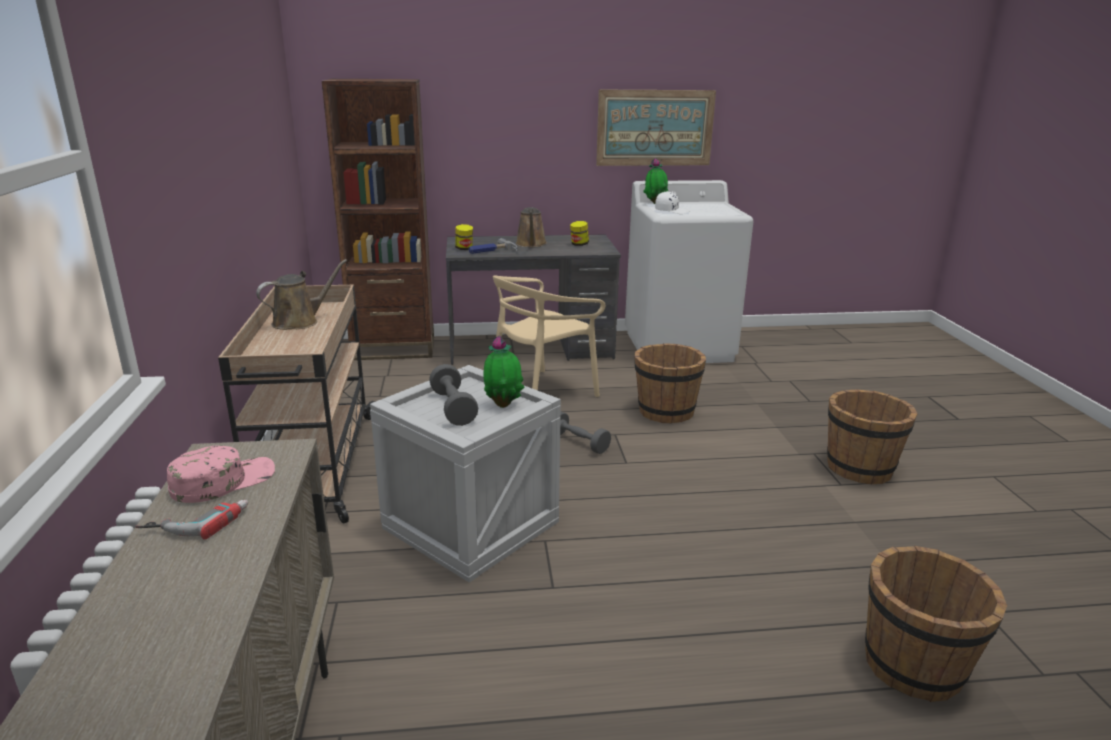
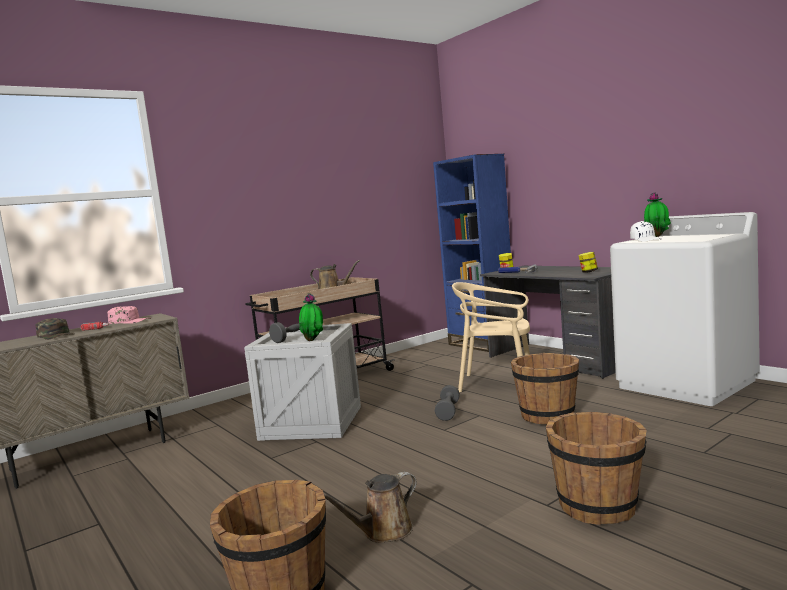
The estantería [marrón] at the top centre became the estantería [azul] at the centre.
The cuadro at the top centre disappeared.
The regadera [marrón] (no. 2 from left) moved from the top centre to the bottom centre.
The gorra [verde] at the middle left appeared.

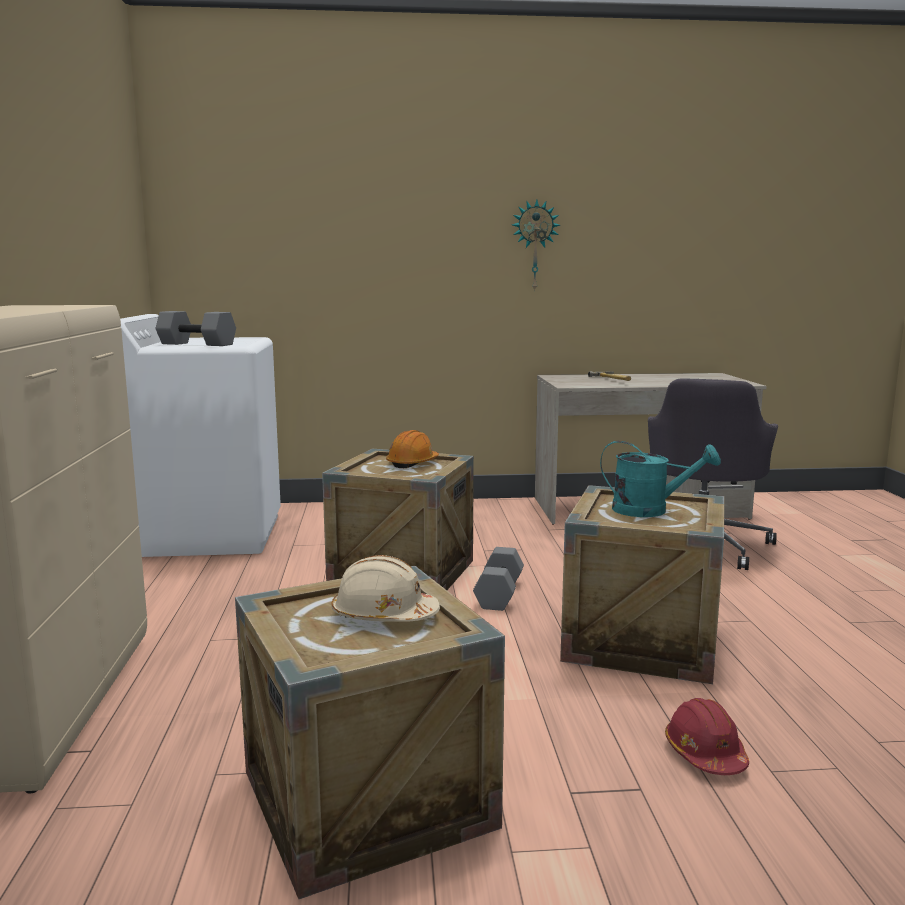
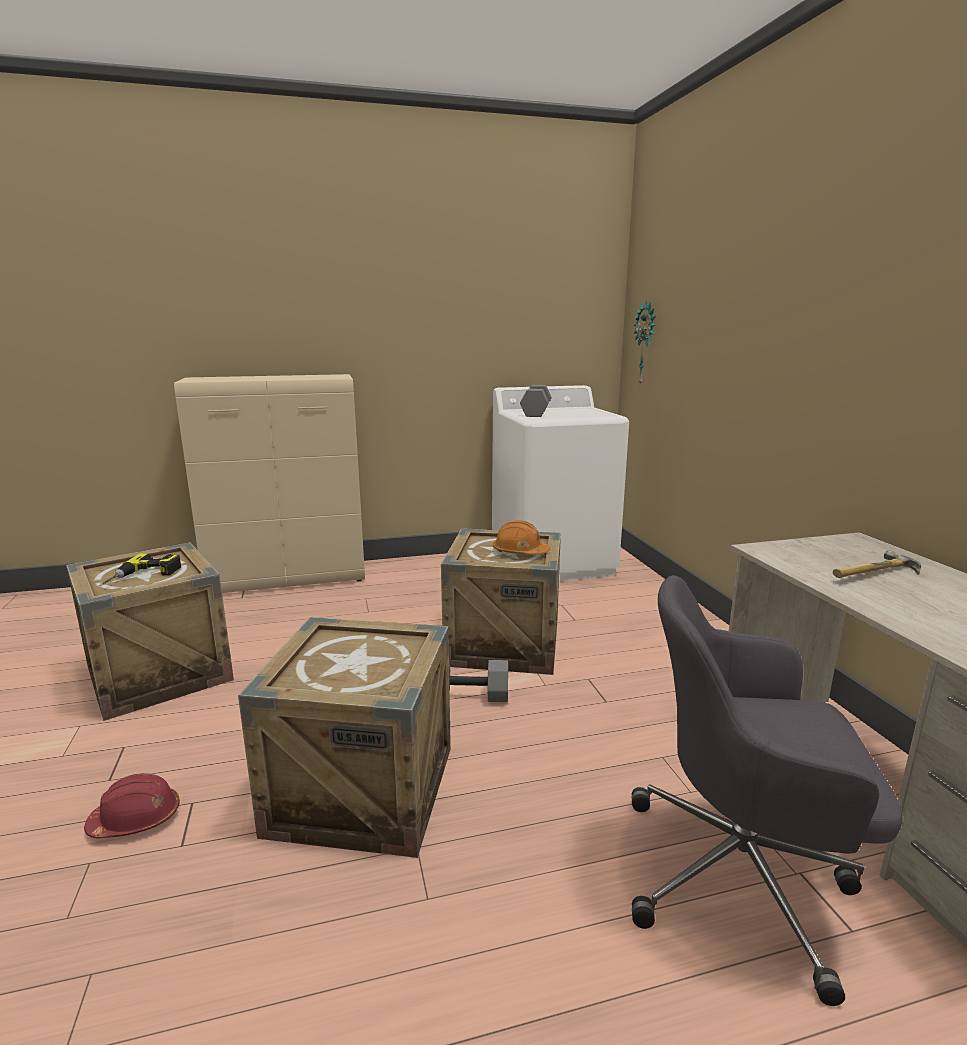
The reloj de pared moved from the top centre to the top right.
The regadera [turquesa] at the middle right disappeared.
The casco [beis] at the centre was replaced by the taladro at the middle left.

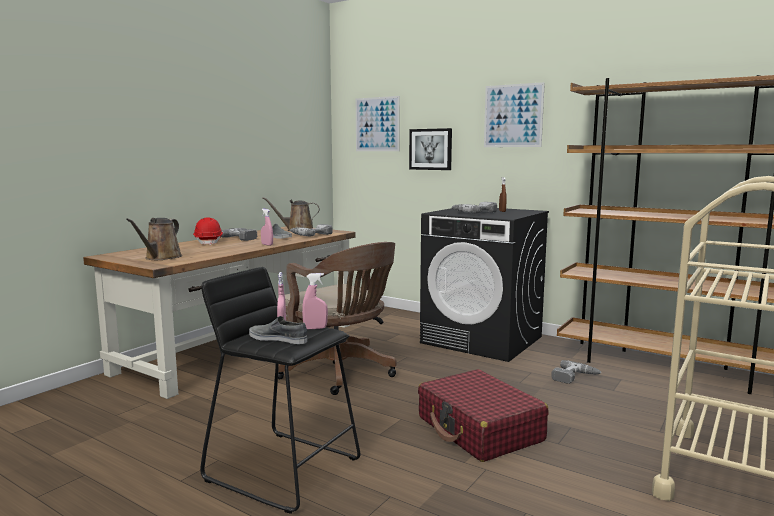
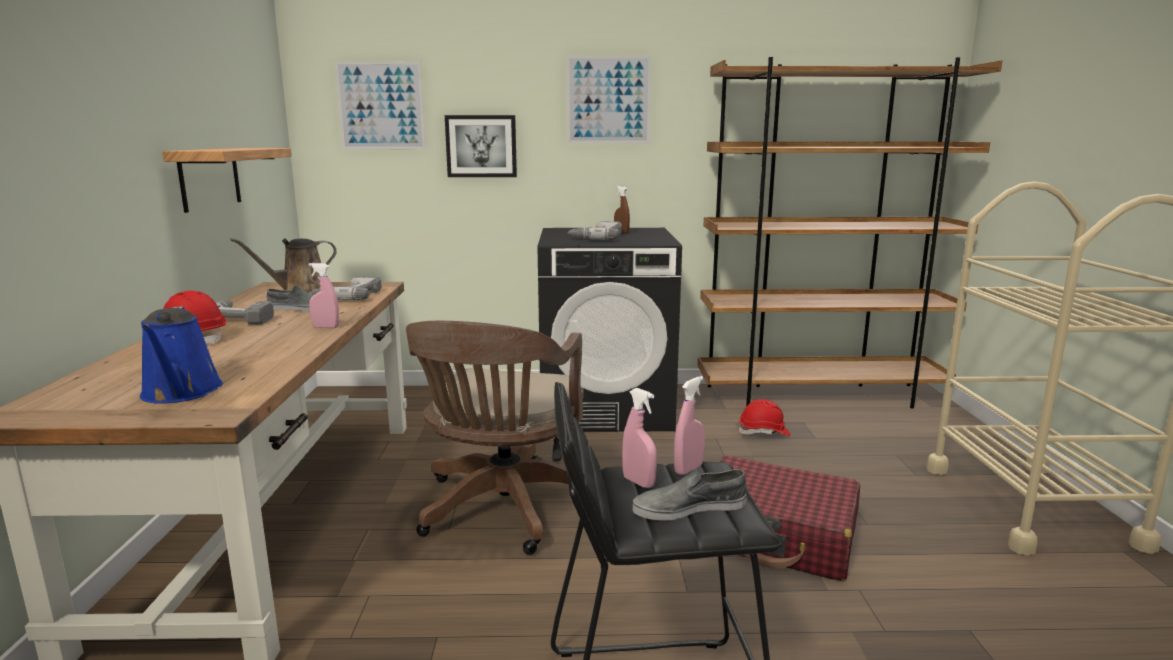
The regadera [marrón] (no. 1 from left) at the middle left became the regadera [azul] at the middle left.
The silla de oficina [marrón] at the centre turned 90 degrees clockwise.
The taladro (no. 4 from left) at the bottom right was replaced by the casco [rojo] (no. 2 from left) at the centre.
The estante at the top left appeared.

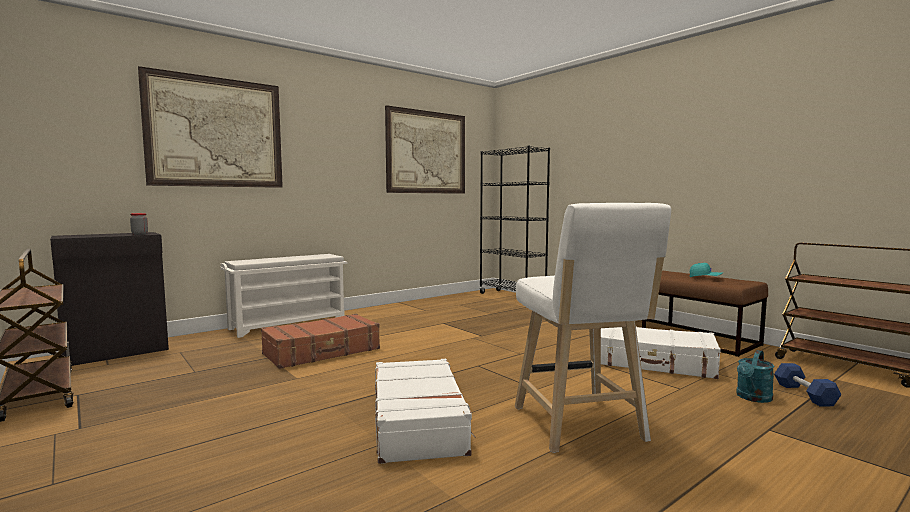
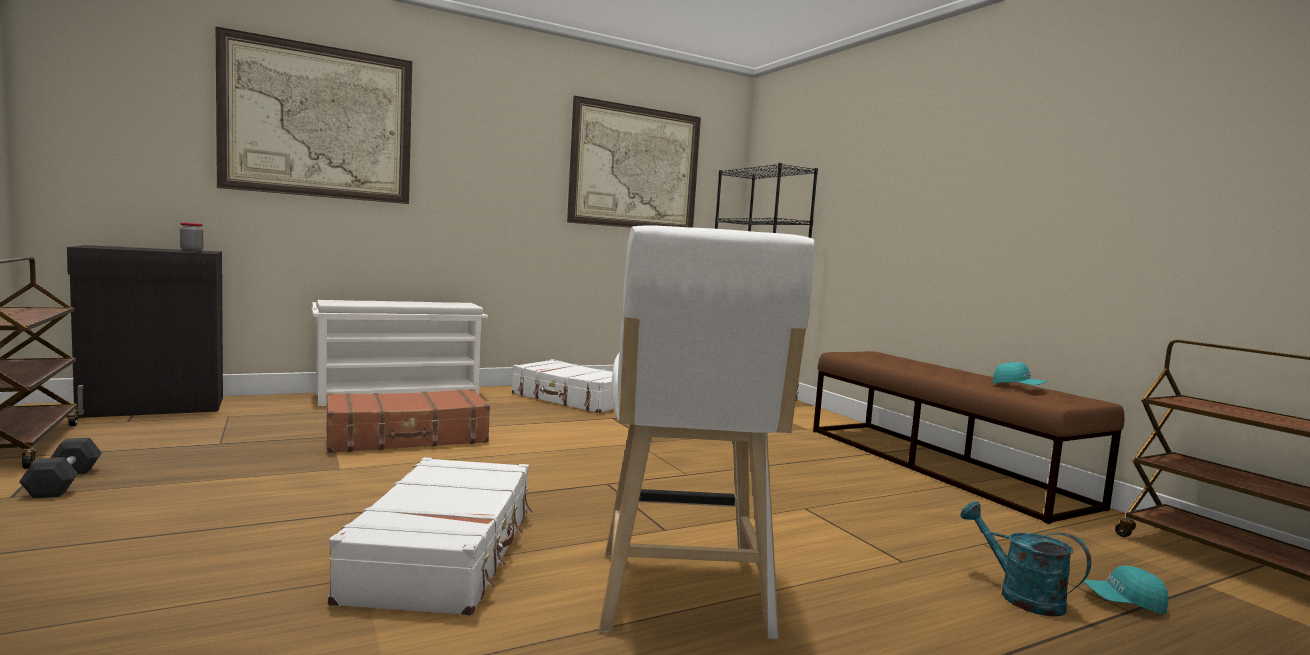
The maleta [blanco] (no. 2 from left) moved from the bottom right to the centre.
The regadera [turquesa] at the bottom right turned 90 degrees clockwise.
The mancuerna [azul] at the bottom right was replaced by the gorra [turquesa] (no. 2 from left) at the bottom right.
The mancuerna [negro] at the bottom left appeared.

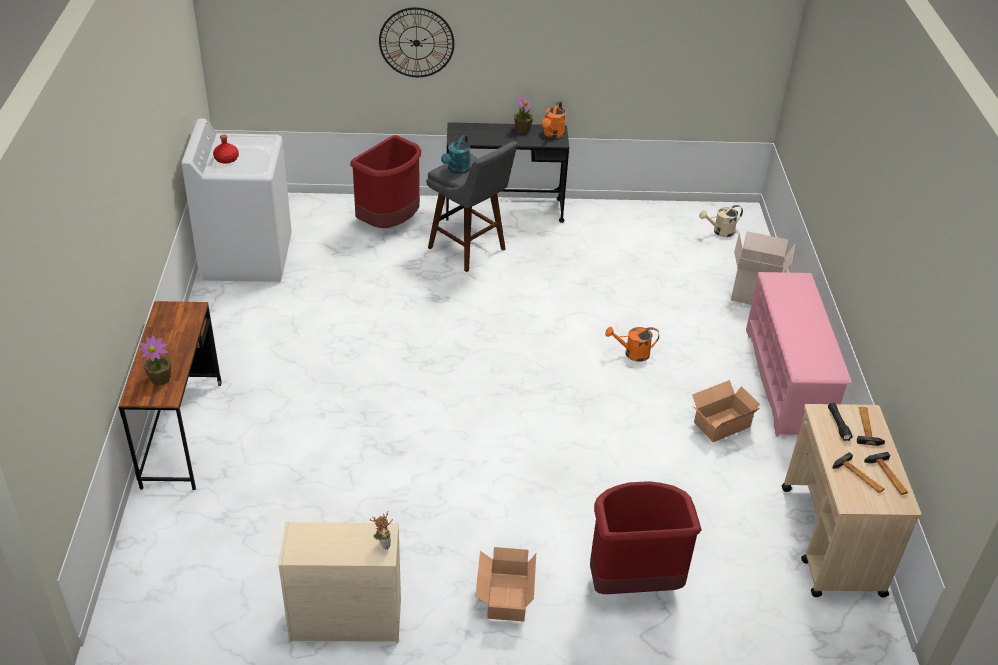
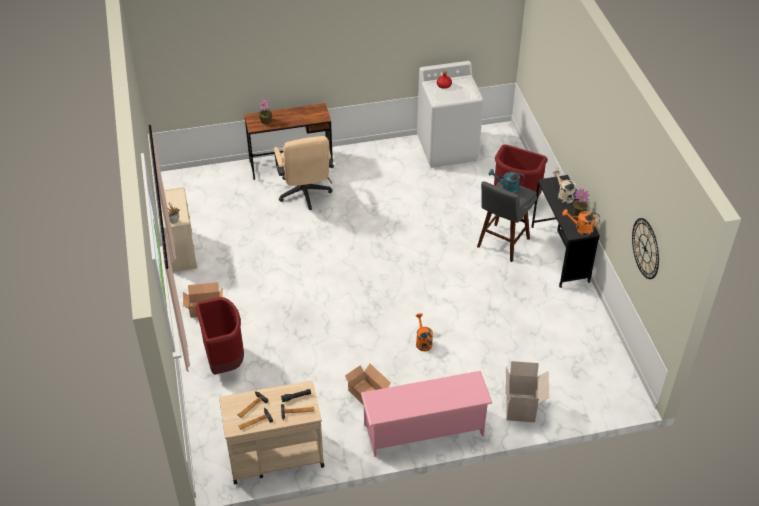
The reloj de pared moved from the top centre to the middle right.
The regadera [beis] moved from the top right to the middle right.
The silla de oficina [beis] at the centre appeared.

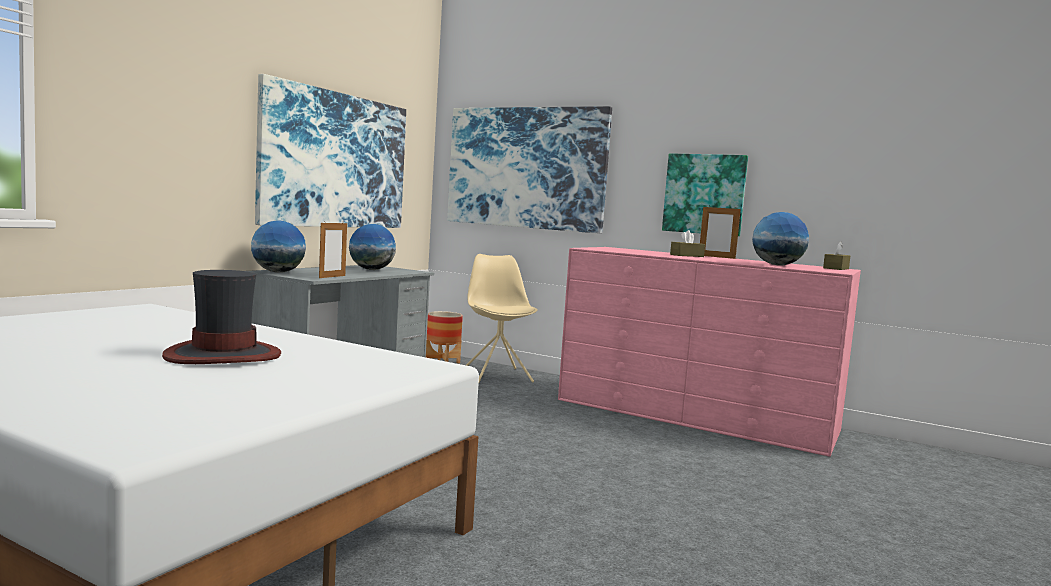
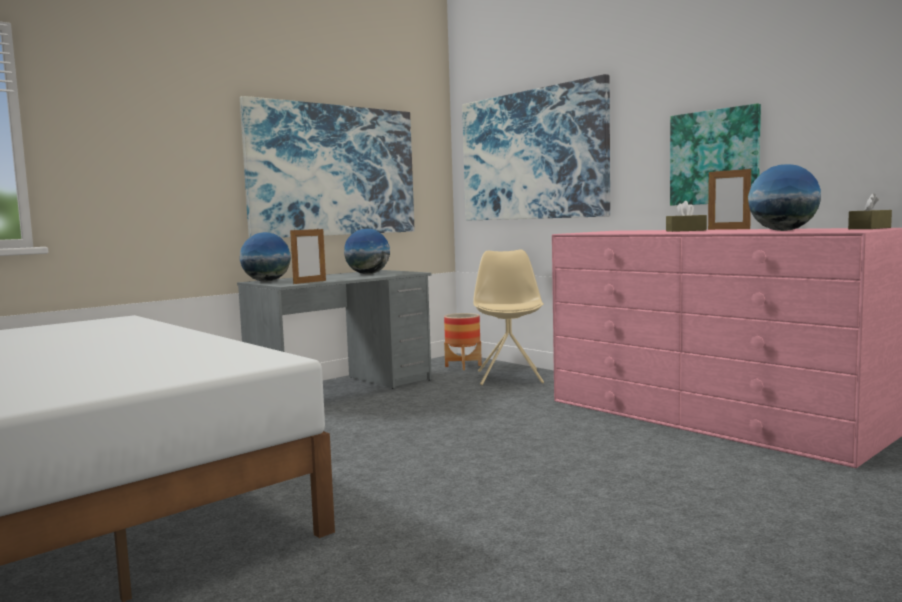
The sombrero at the middle left disappeared.

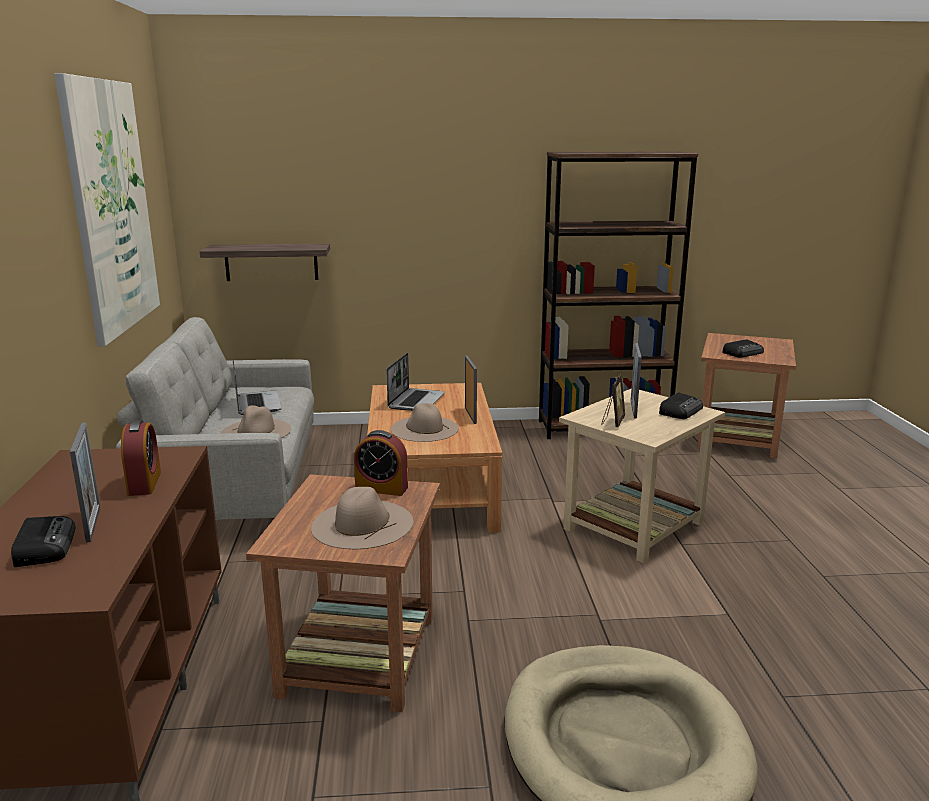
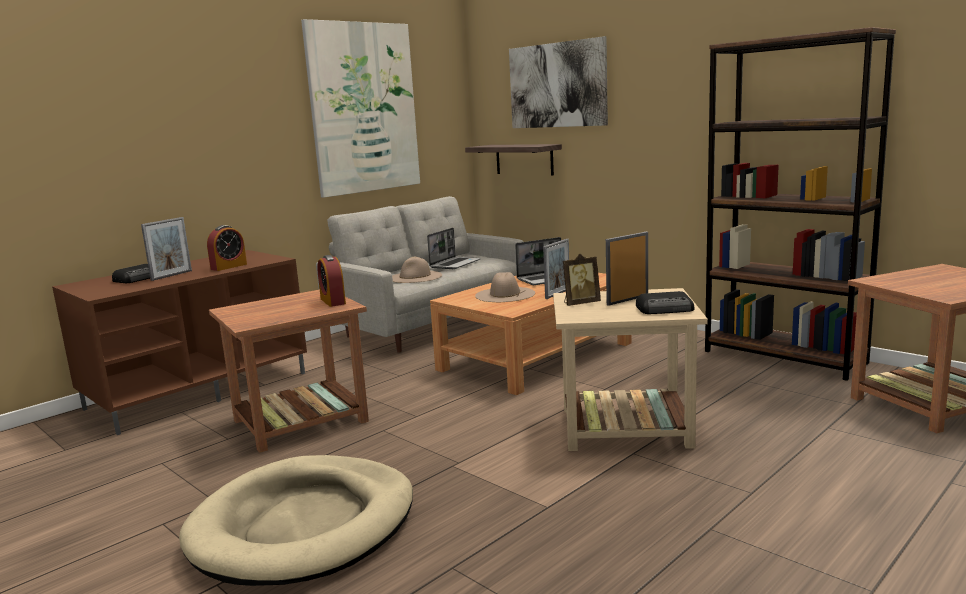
The radio (no. 3 from left) at the middle right disappeared.
The sombrero [beis] (no. 2 from left) at the centre disappeared.
The cuadro (no. 2 from left) at the top centre appeared.

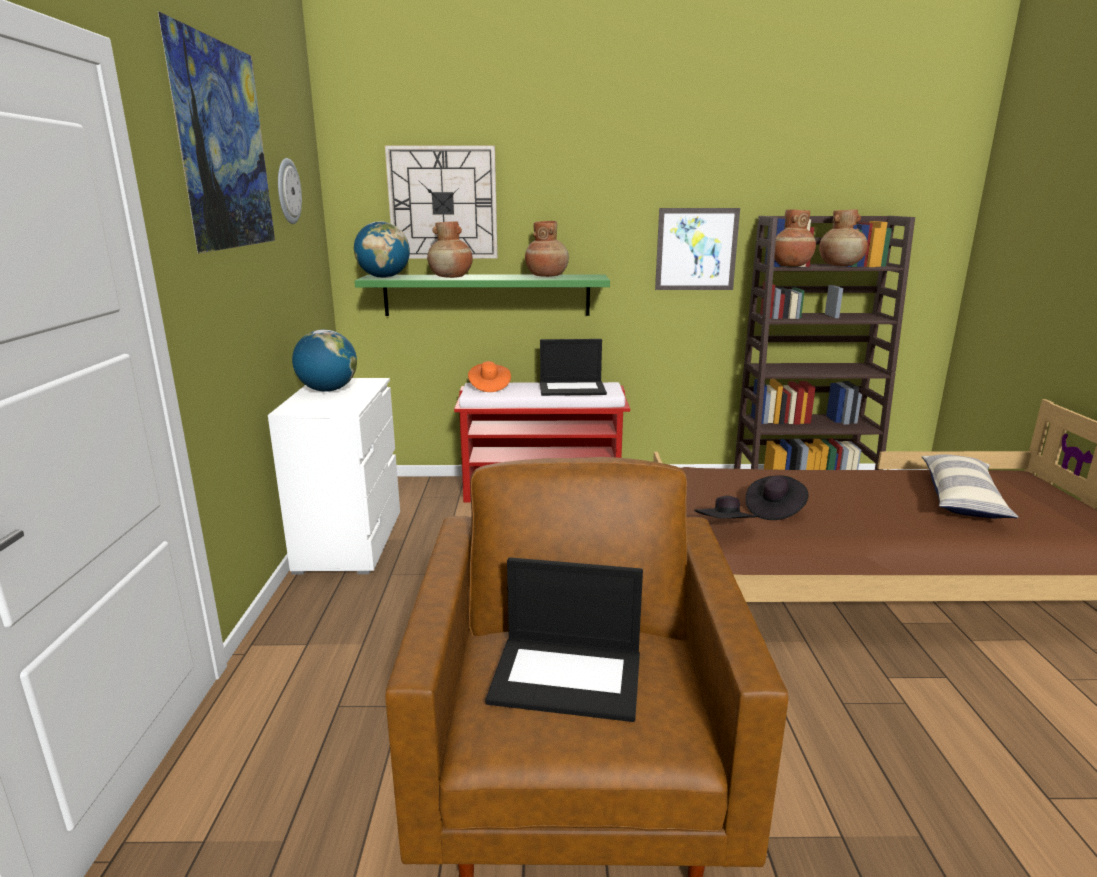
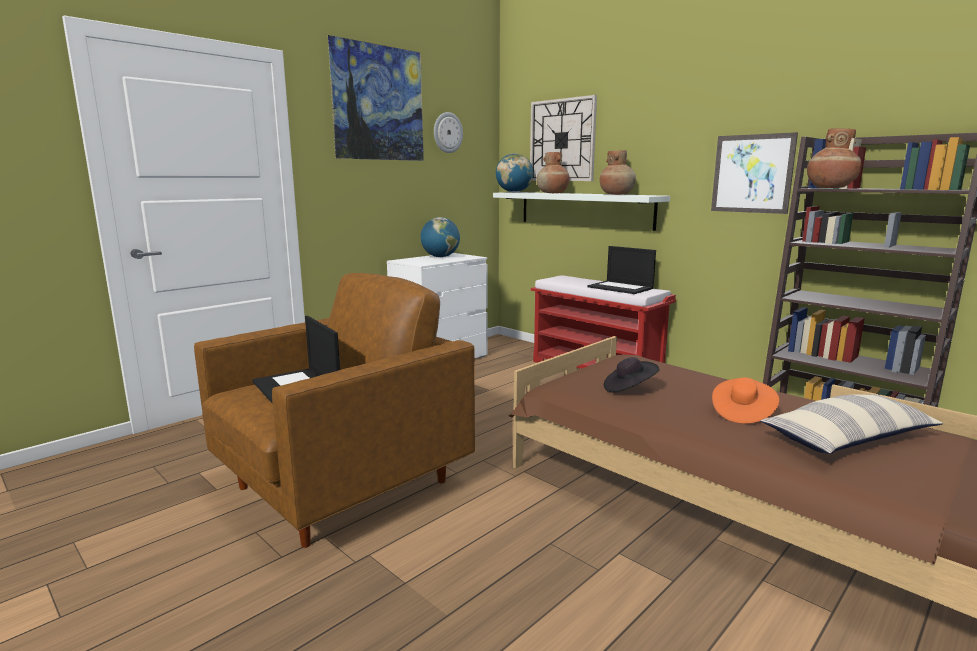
The florero [marrón] (no. 4 from left) at the top right disappeared.
The estante [verde] at the centre became the estante [blanco] at the top centre.
The sombrero [naranja] moved from the centre to the middle right.
The sombrero [negro] (no. 1 from left) at the centre disappeared.

